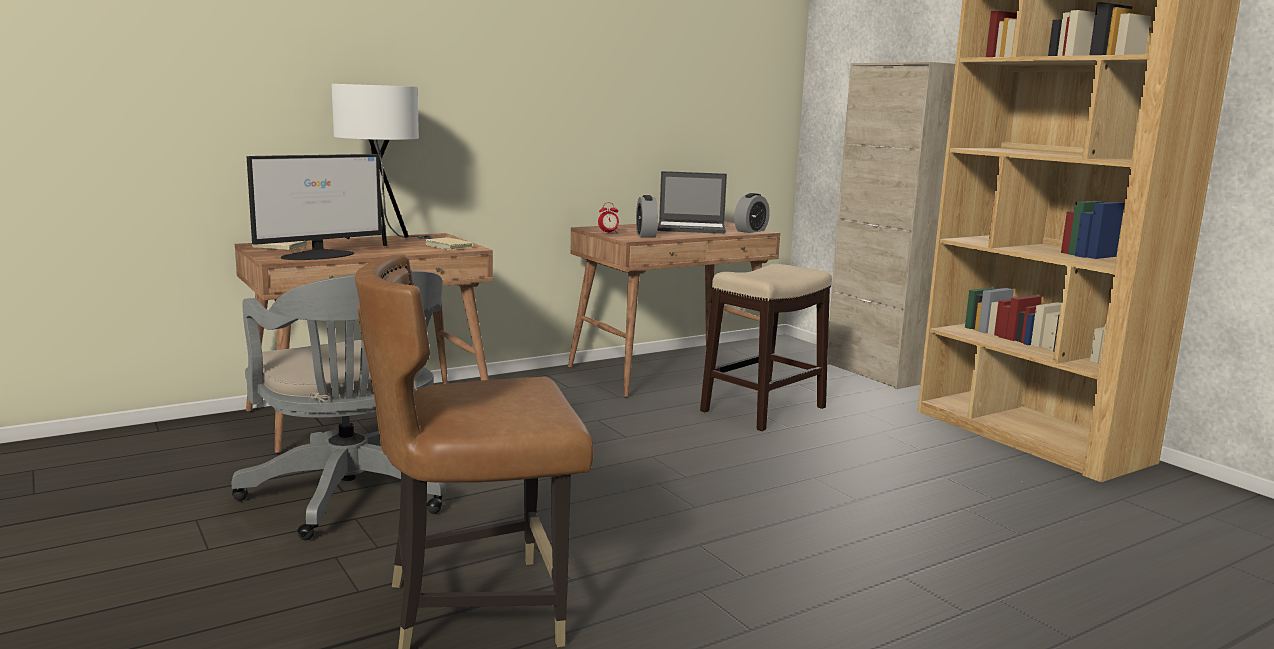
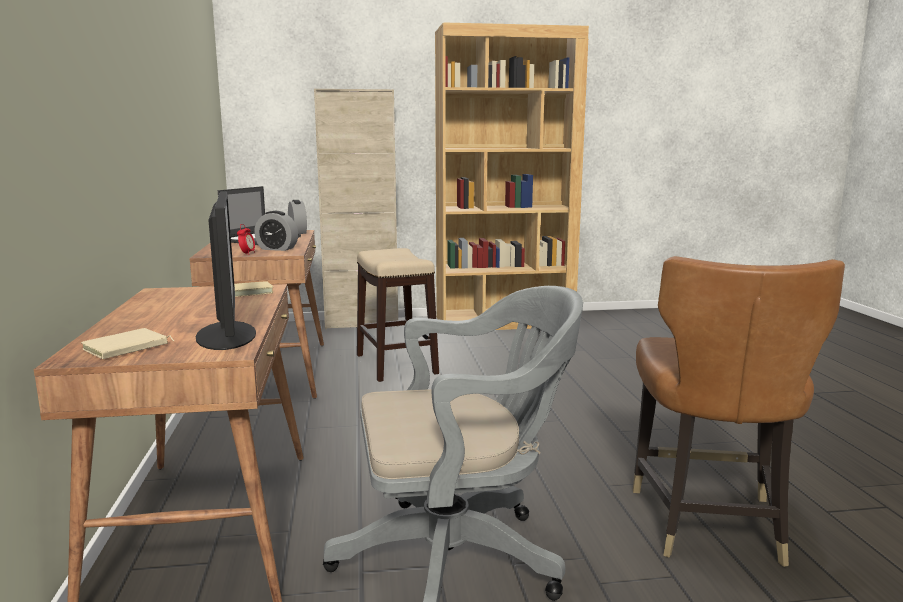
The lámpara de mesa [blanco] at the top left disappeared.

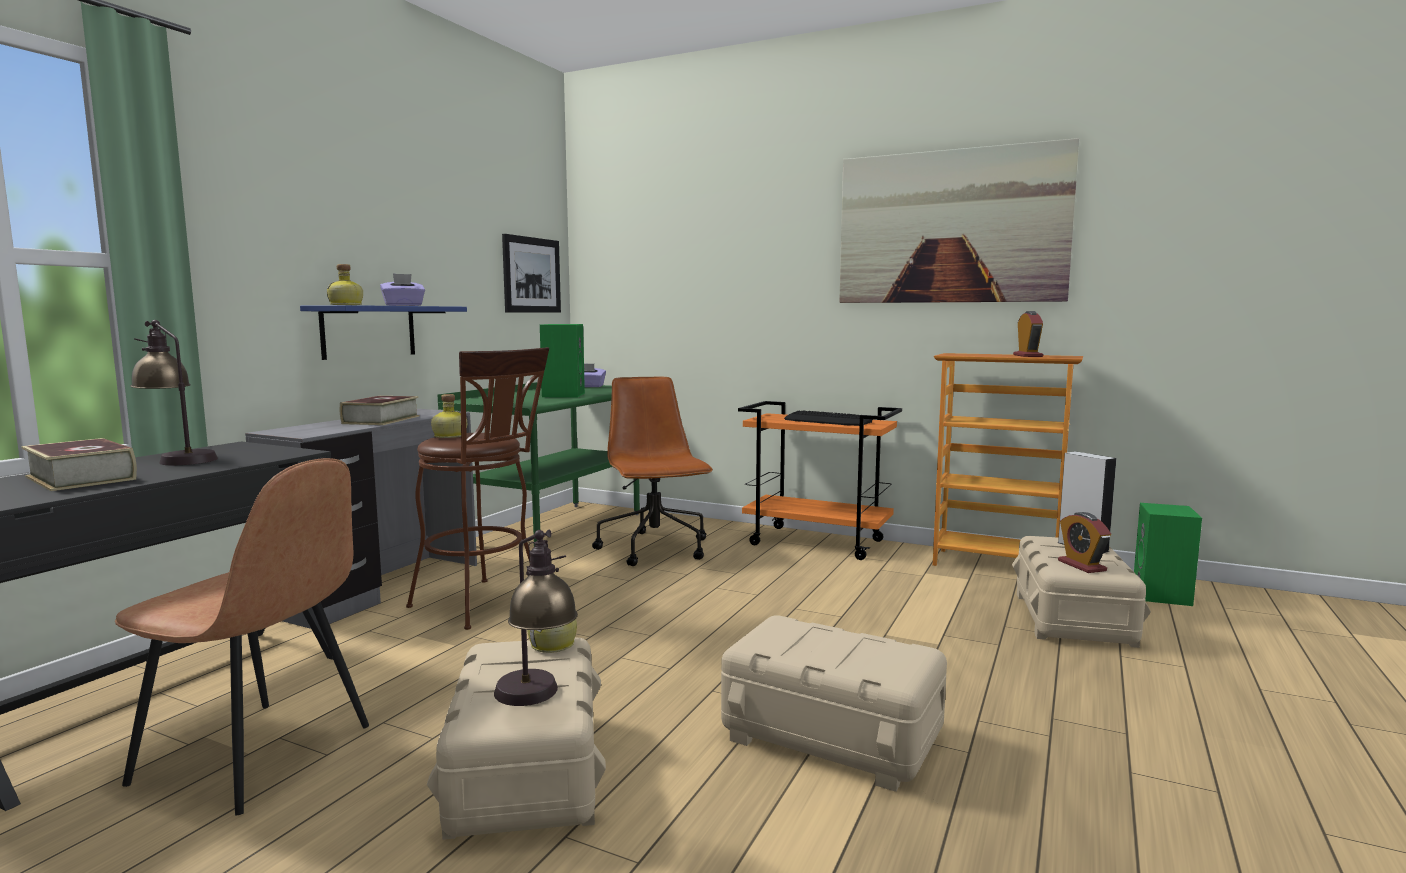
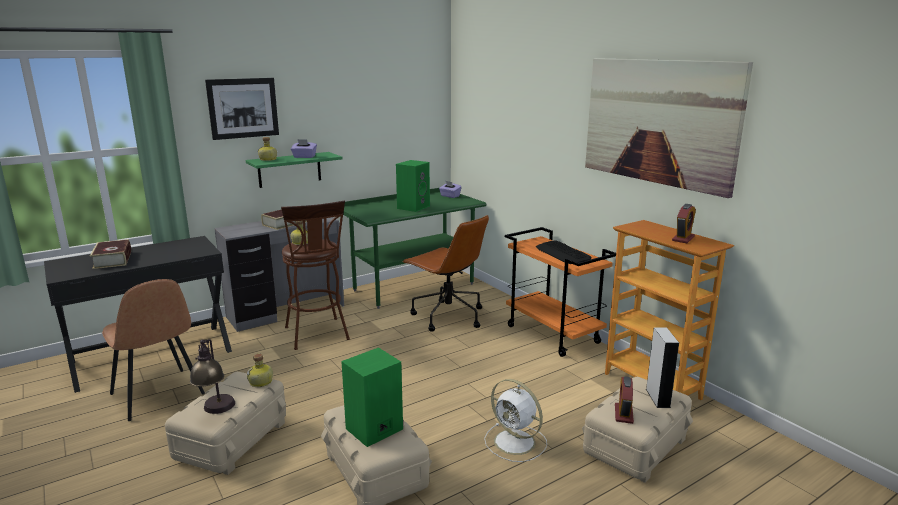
The cuadro (no. 1 from left) moved from the top centre to the top left.
The estante [azul] at the middle left became the estante [verde] at the middle left.
The lámpara de mesa (no. 1 from left) at the middle left disappeared.
The silla de oficina [marrón] at the centre turned 120 degrees clockwise.
The altavoz [verde] (no. 2 from left in the first image) moved from the middle right to the bottom centre.
The ventilador [blanco] at the bottom centre appeared.

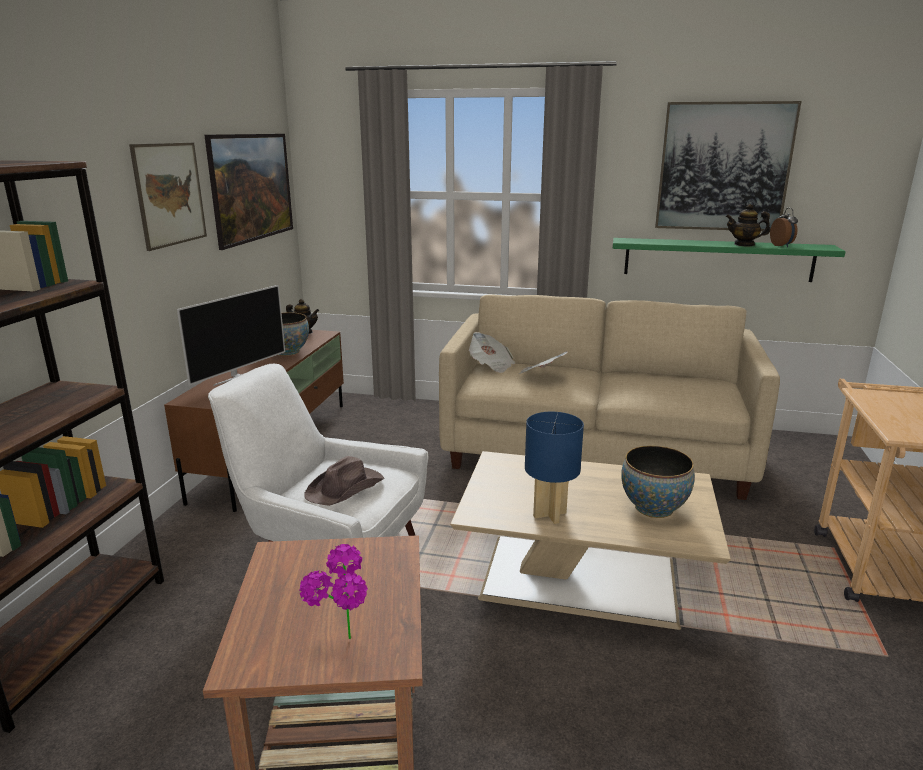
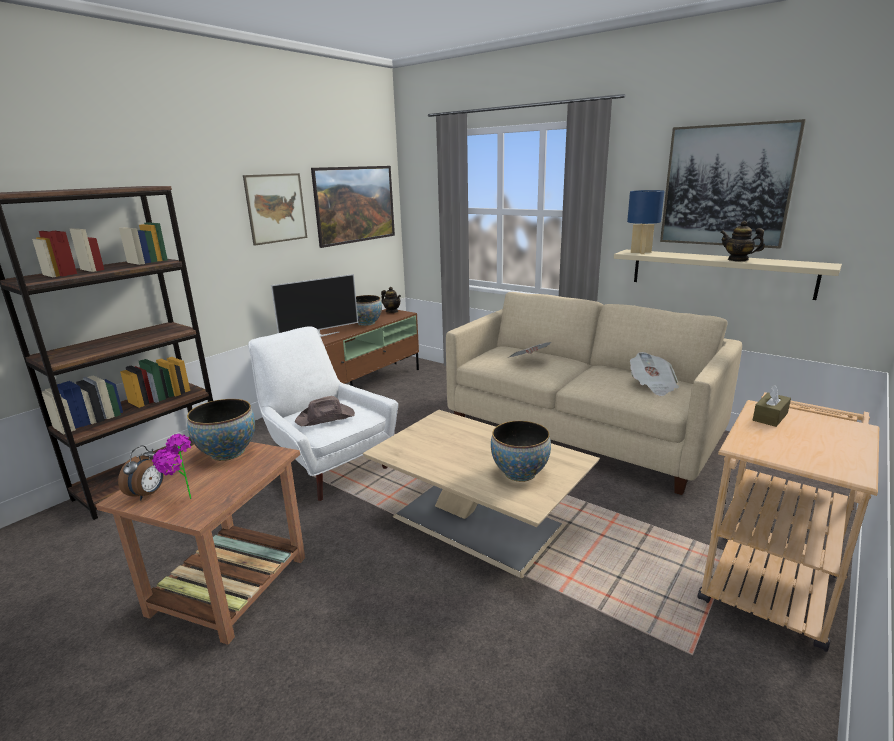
The despertador moved from the top right to the middle left.
The estante [verde] at the middle right became the estante [beis] at the middle right.
The periódico (no. 1 from left in the first image) moved from the centre to the middle right.
The lámpara de mesa [azul] moved from the centre to the top right.
The caja de pañuelos [marrón] at the middle right appeared.
The cuenco (no. 1 from left) at the middle left appeared.

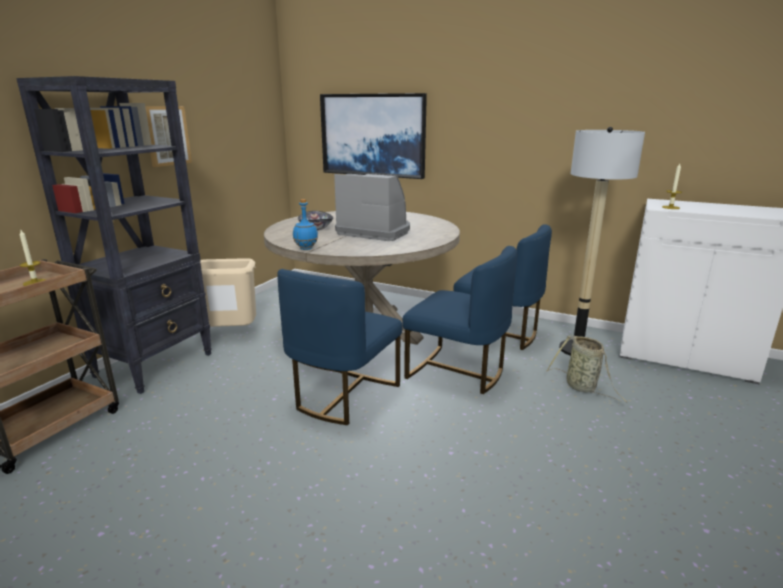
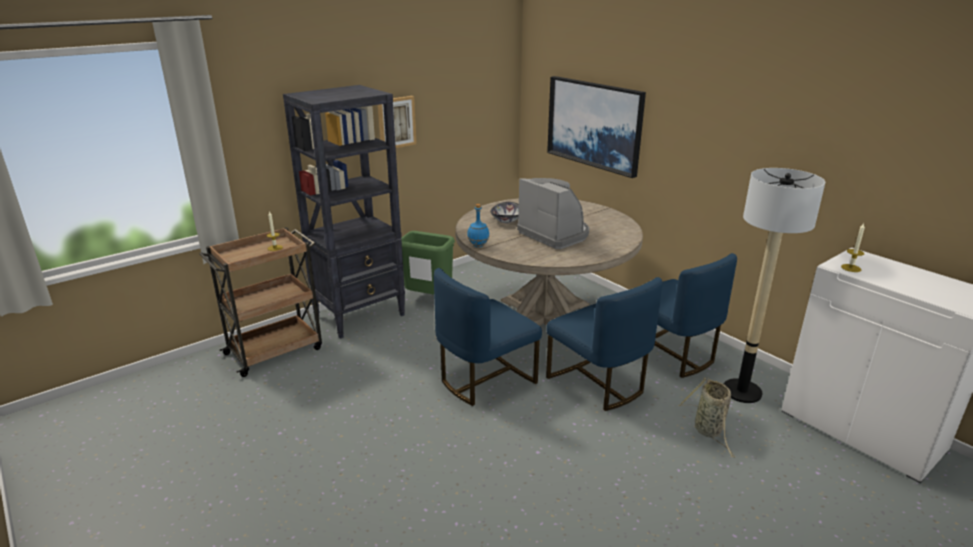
The papelera [beis] at the middle left became the papelera [verde] at the centre.

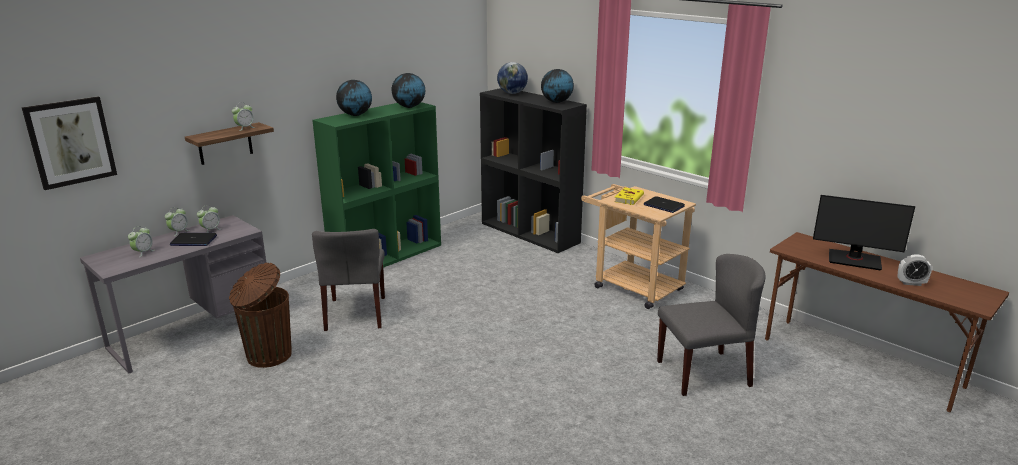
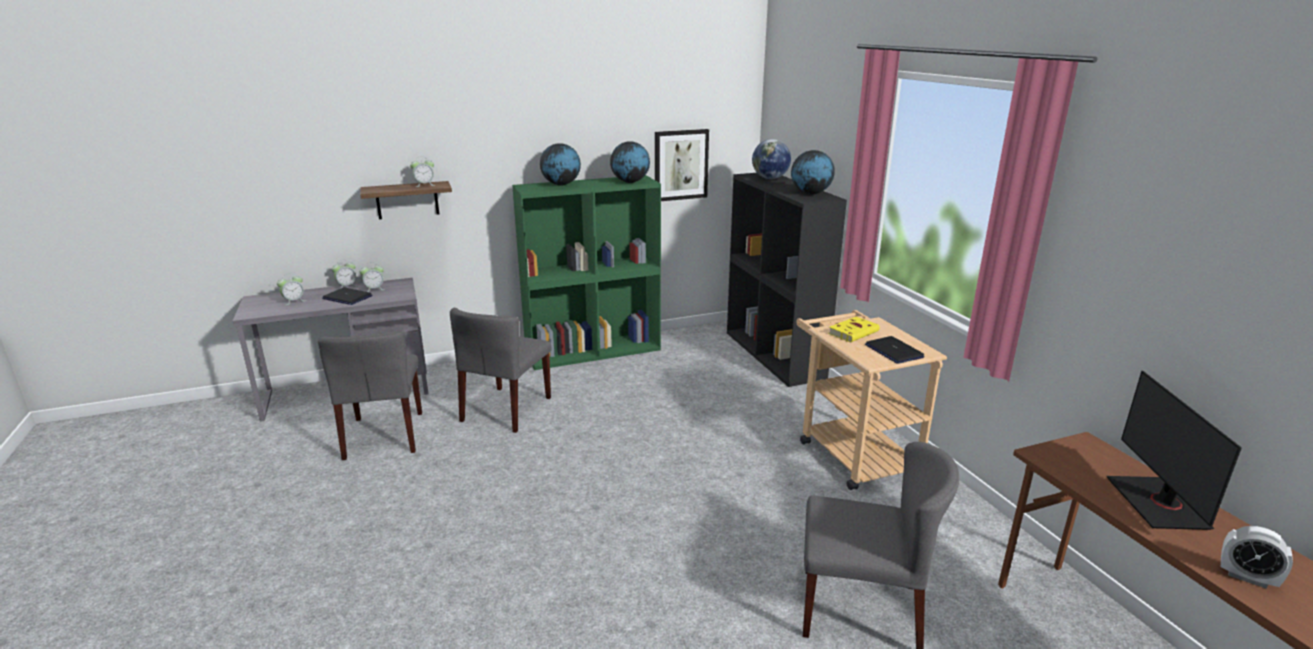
The cuadro moved from the top left to the top centre.
The monitor at the middle right turned 45 degrees clockwise.
The papelera [marrón] at the bottom left was replaced by the silla [gris] (no. 1 from left) at the middle left.

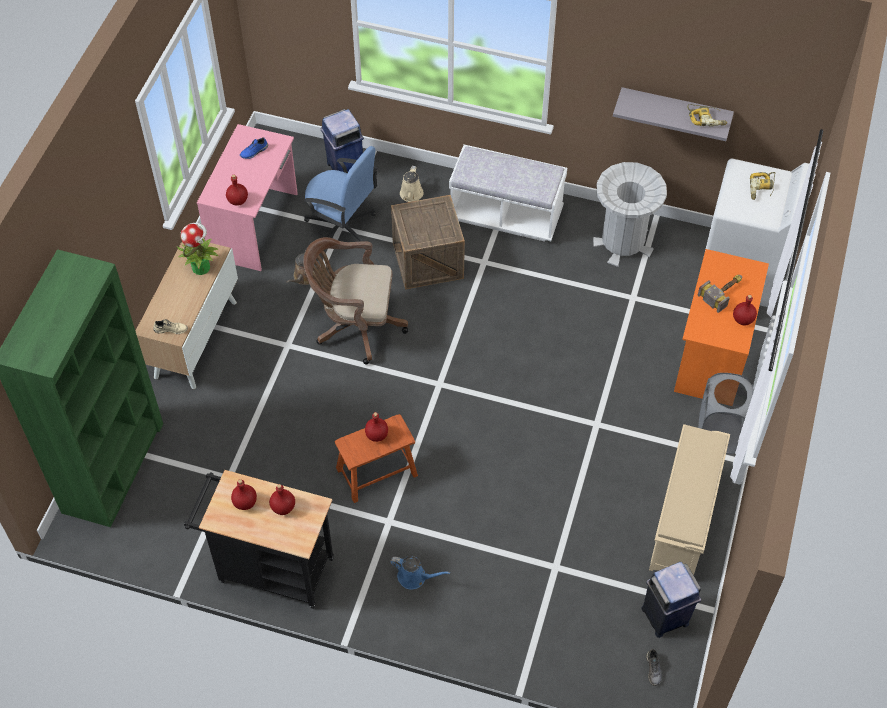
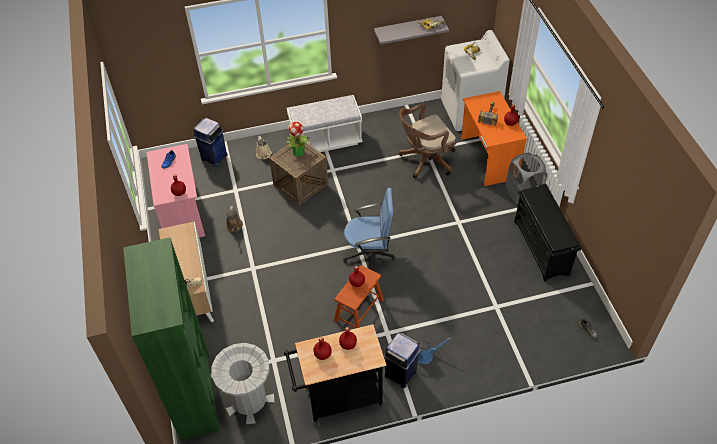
The silla de oficina [azul] moved from the top centre to the centre.
The papelera [gris] moved from the top right to the bottom centre.
The planta en maceta moved from the middle left to the top centre.
The silla de oficina [marrón] moved from the centre to the top centre.
The zapatero [beis] at the bottom right became the zapatero [negro] at the middle right.
The papelera [azul] (no. 2 from left) moved from the bottom right to the bottom centre.

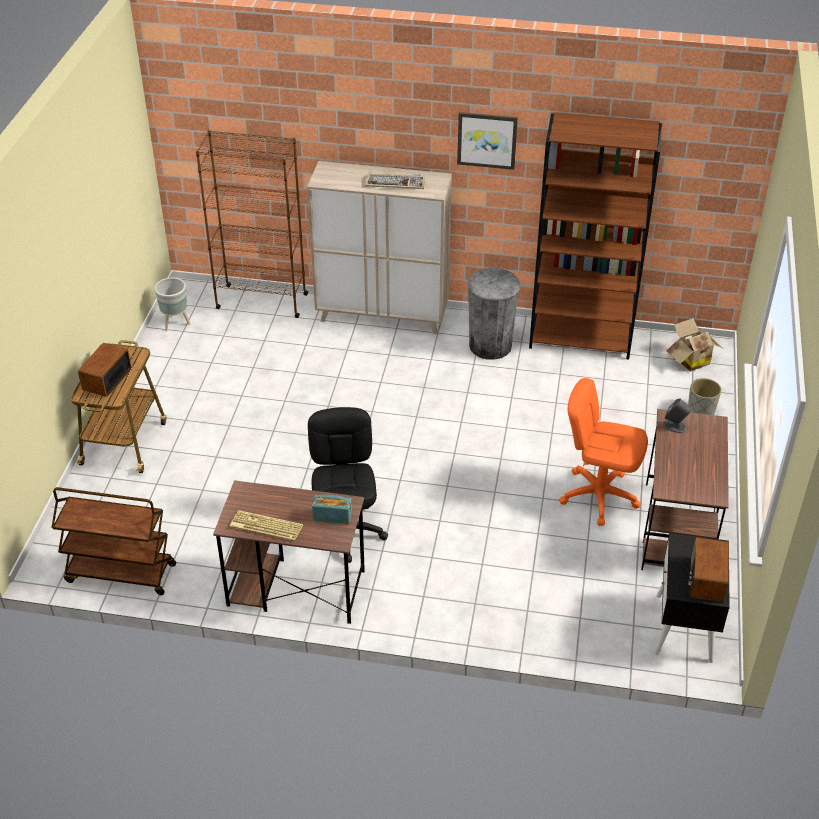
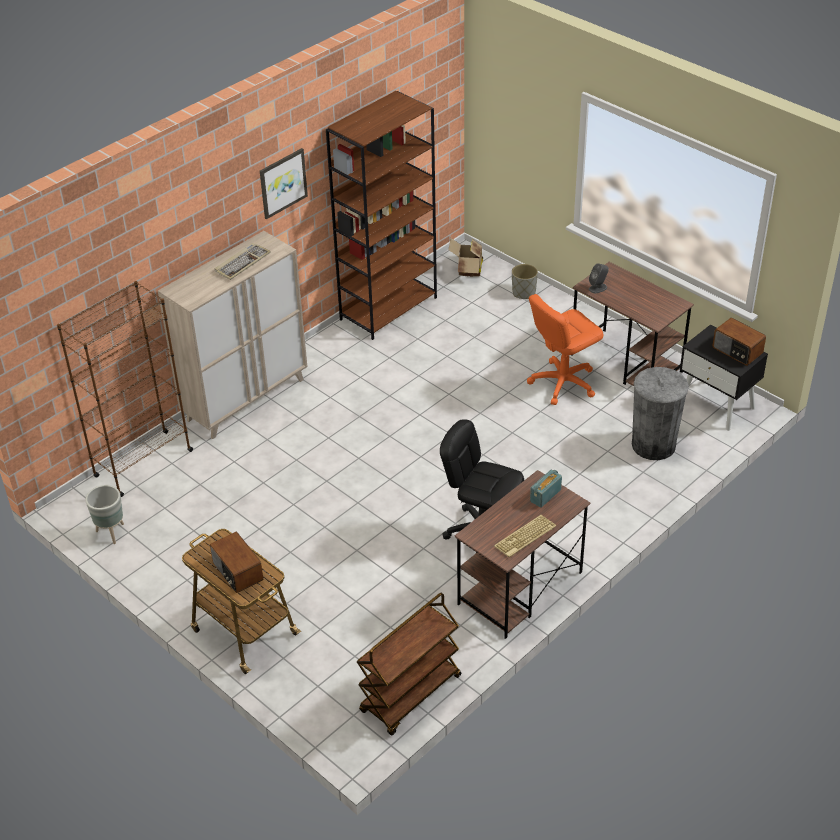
The papelera [gris] moved from the centre to the middle right.

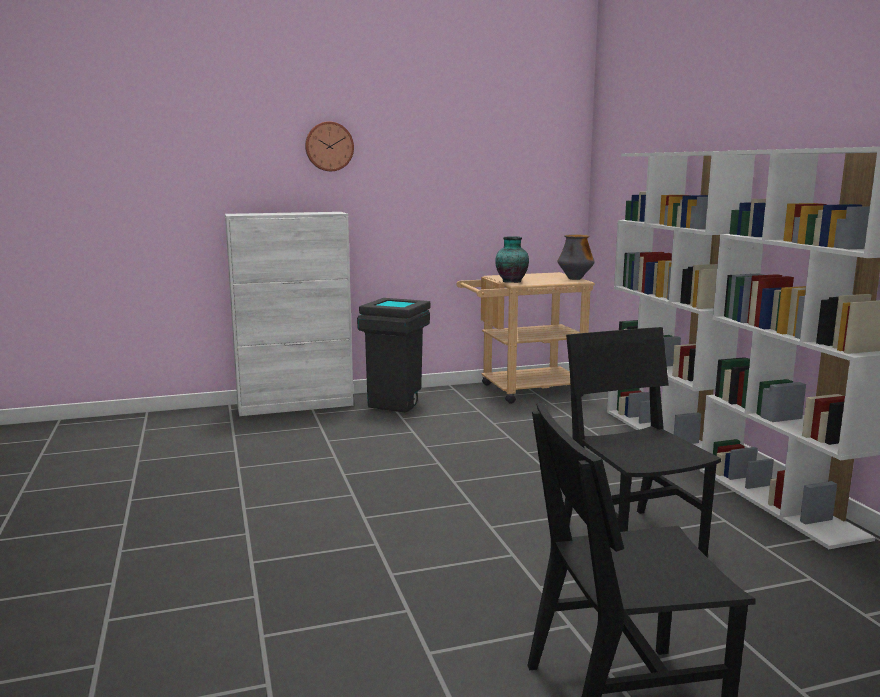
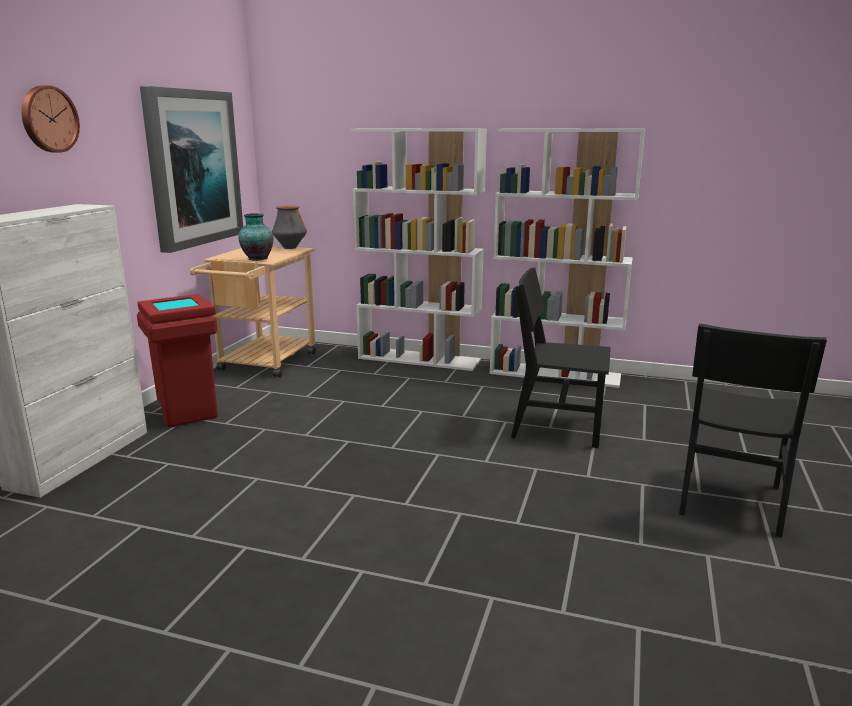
The papelera [gris] at the centre became the papelera [rojo] at the middle left.
The cuadro at the top left appeared.

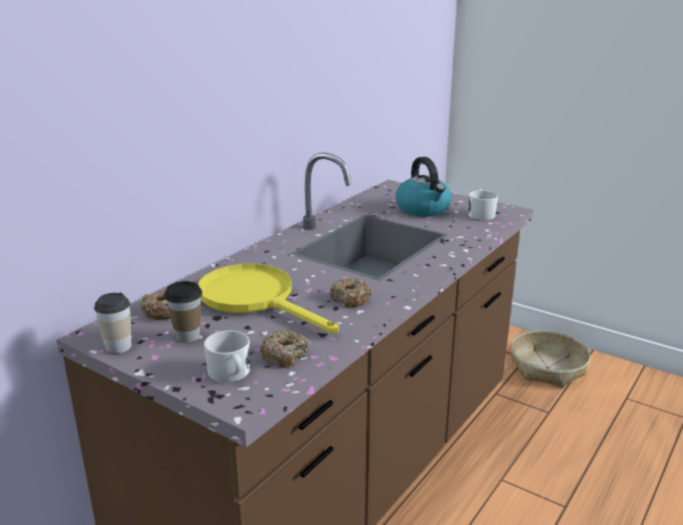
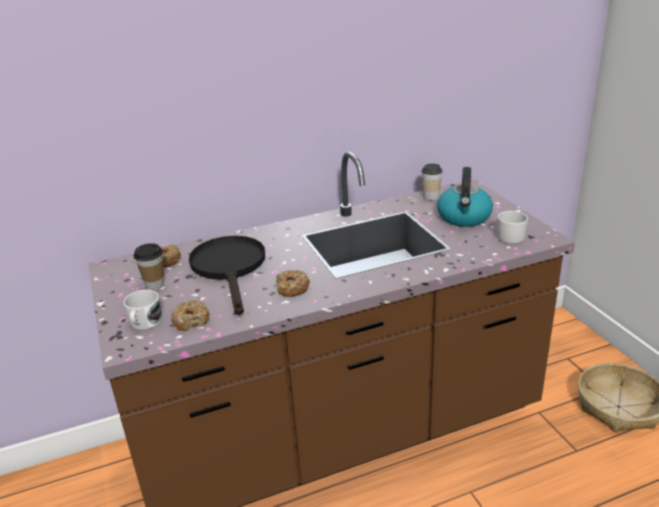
The sartén [amarillo] at the centre became the sartén [negro] at the centre.
The taza (no. 1 from left in the first image) moved from the middle left to the centre.

